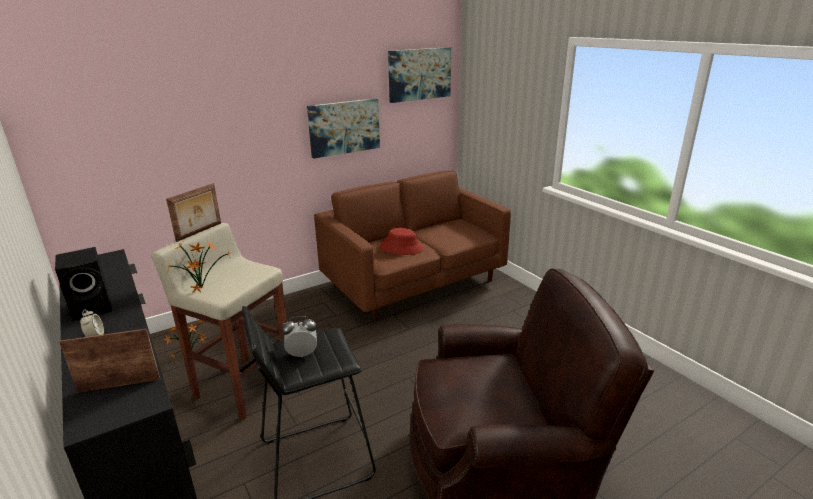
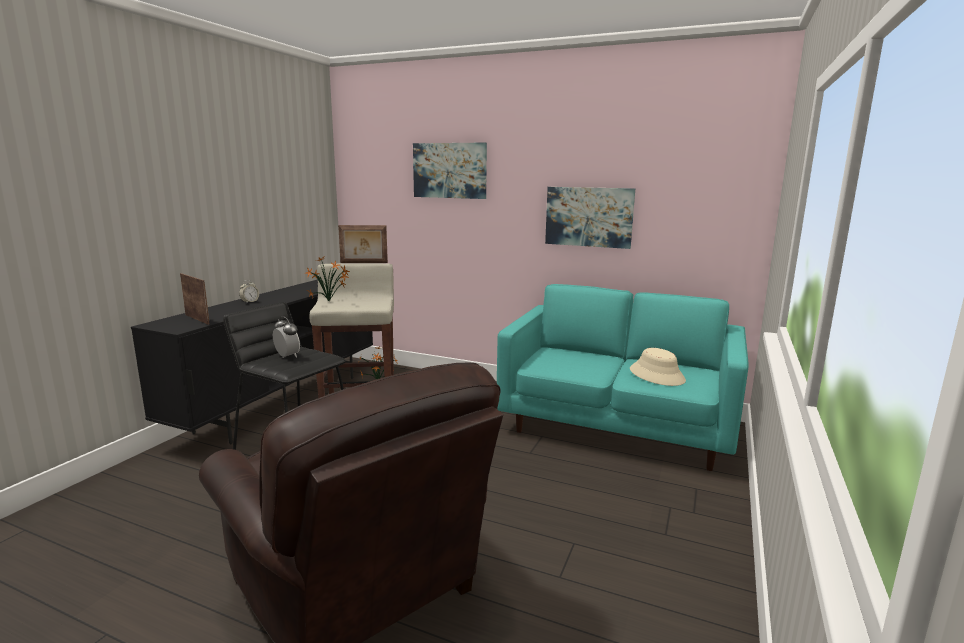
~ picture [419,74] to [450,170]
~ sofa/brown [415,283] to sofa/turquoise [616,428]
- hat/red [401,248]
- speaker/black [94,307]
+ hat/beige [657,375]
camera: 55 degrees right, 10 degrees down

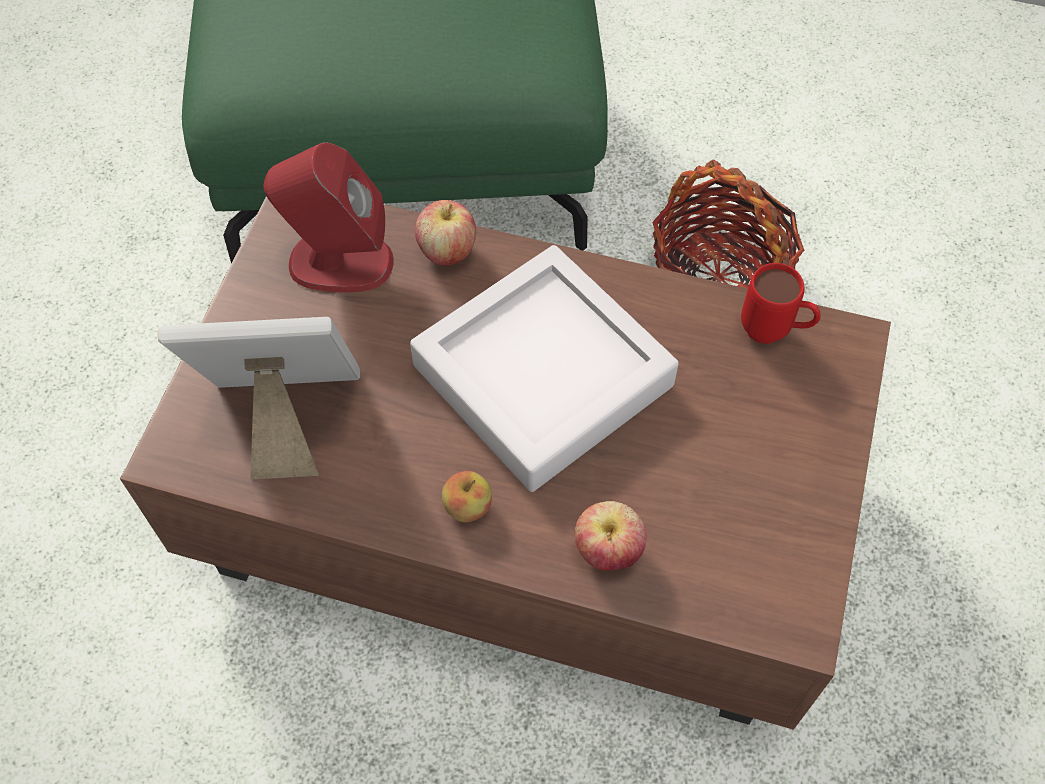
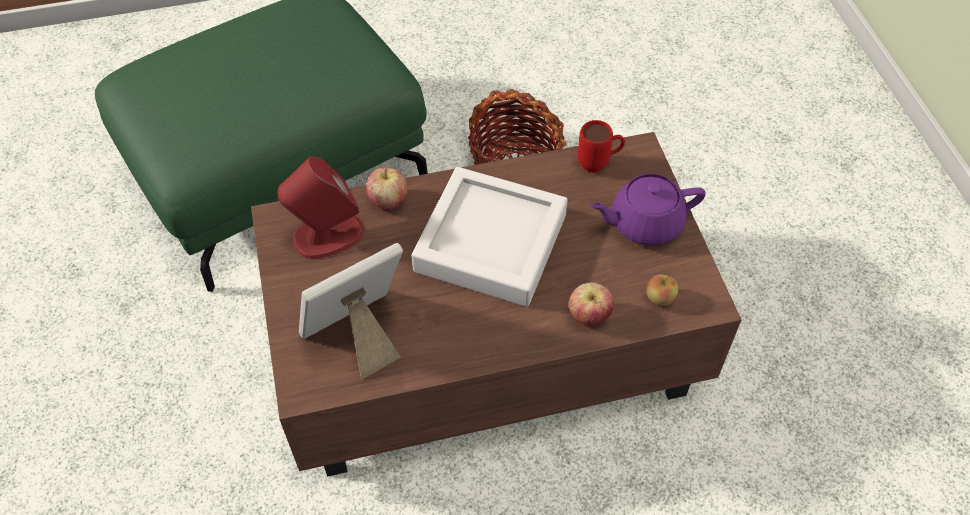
~ apple [467,507] to [659,298]
+ teapot/purple [644,223]
camera: 30 degrees left, 5 degrees down

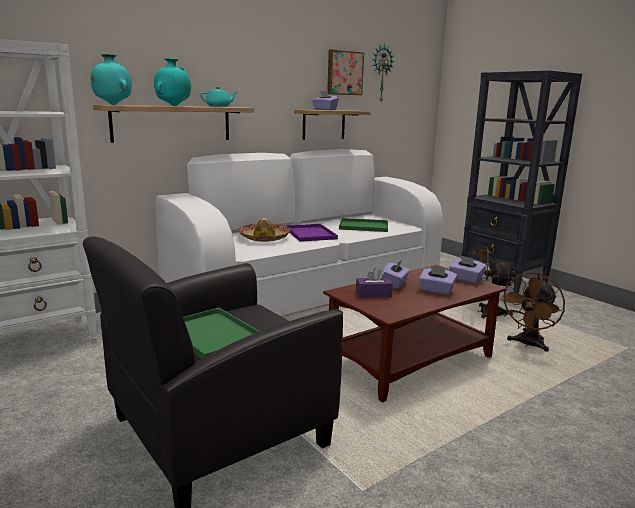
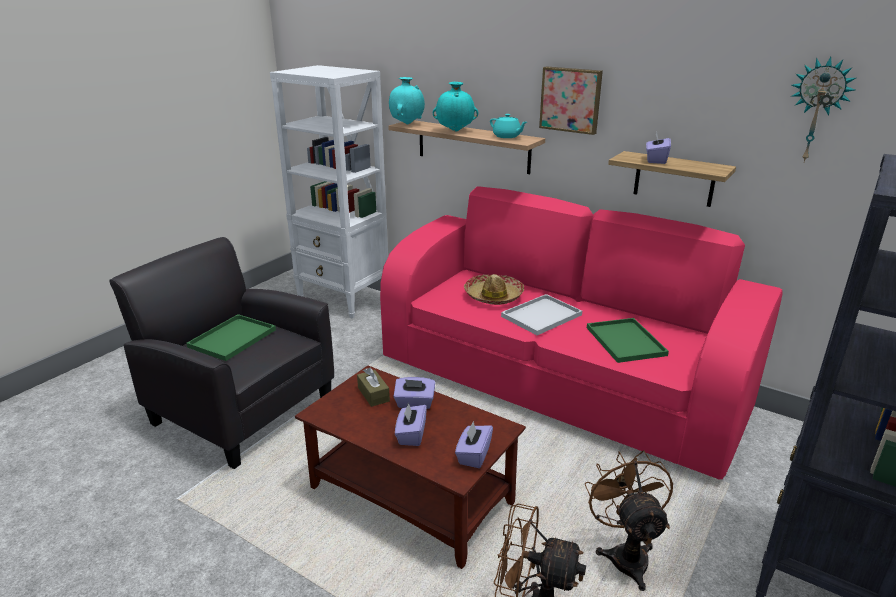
~ picture [344,73] to [571,99]
~ sofa/white [310,290] to sofa/pink [557,383]
~ tray/purple [309,233] to tray/white [542,315]
~ tissue box/purple [373,294] to tissue box/brown [373,394]
camera: 70 degrees right, 10 degrees up

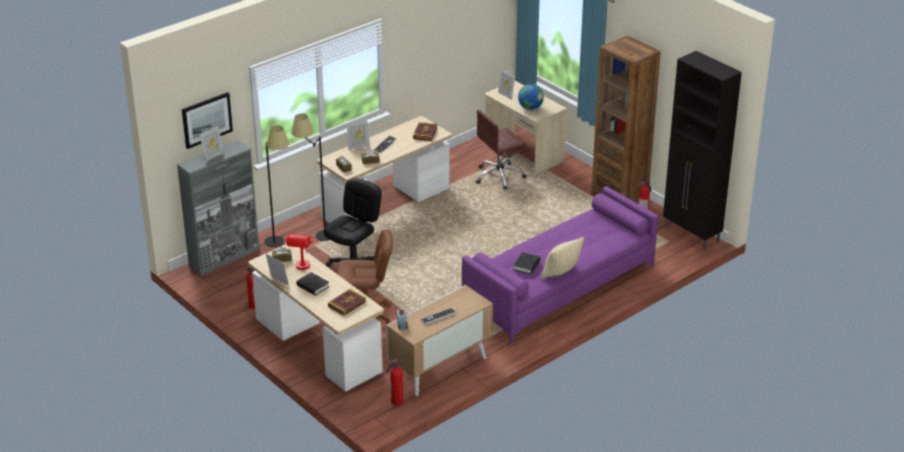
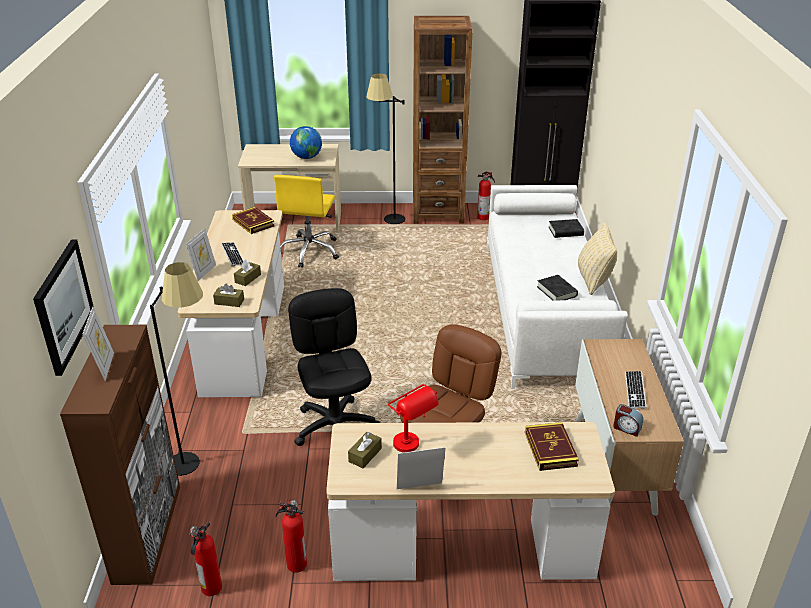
- picture frame [506,95]
~ office chair/brown [499,176] to office chair/yellow [310,251]
~ floor lamp/black [316,235] to [388,222]
~ cabinet/grey [224,257] to cabinet/brown [148,532]
~ sofa/purple [559,287] to sofa/white [543,310]
~ book/black [313,286] to [565,231]
~ fire extinguisher [396,402] to [210,589]
camera: 50 degrees left, 0 degrees up

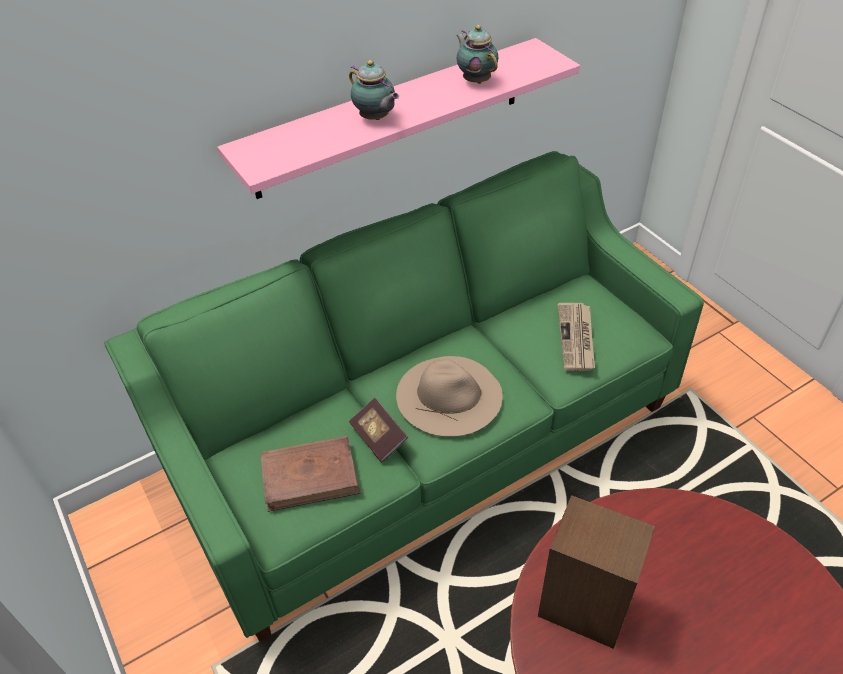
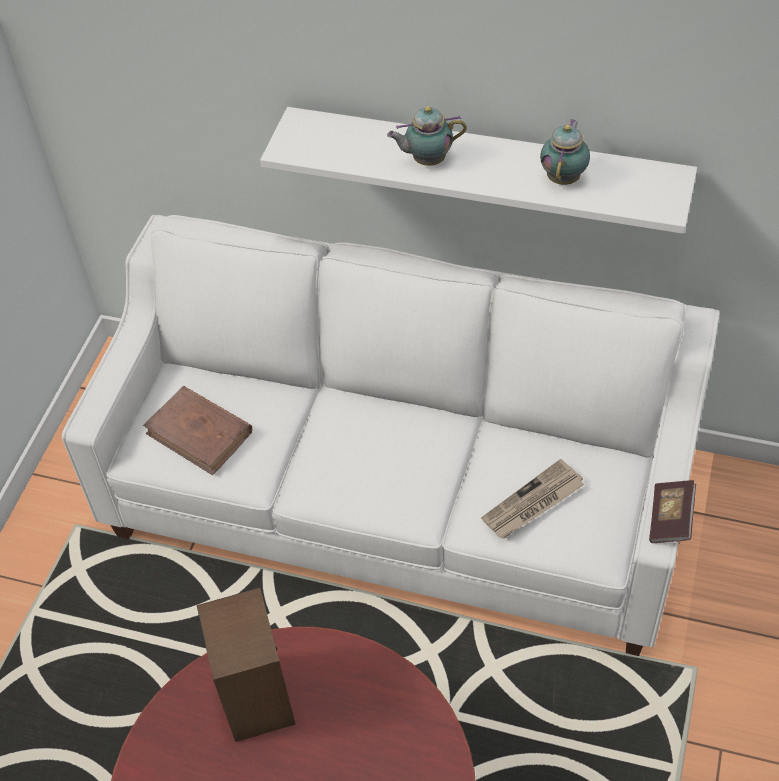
~ shelf/pink [391,118] to shelf/white [484,165]
~ teapot [375,119] = [427,160] 75 degrees clockwise
~ sofa/green [426,441] to sofa/white [400,499]
- hat/beige [449,395]
~ book [379,437] to [670,519]
camera: 50 degrees right, 5 degrees up

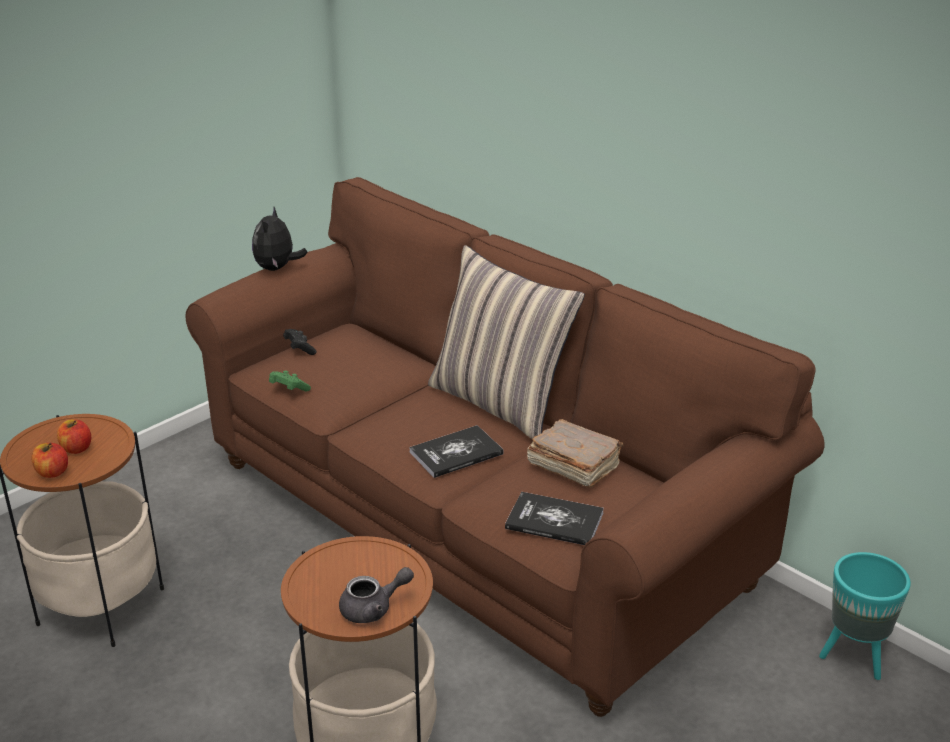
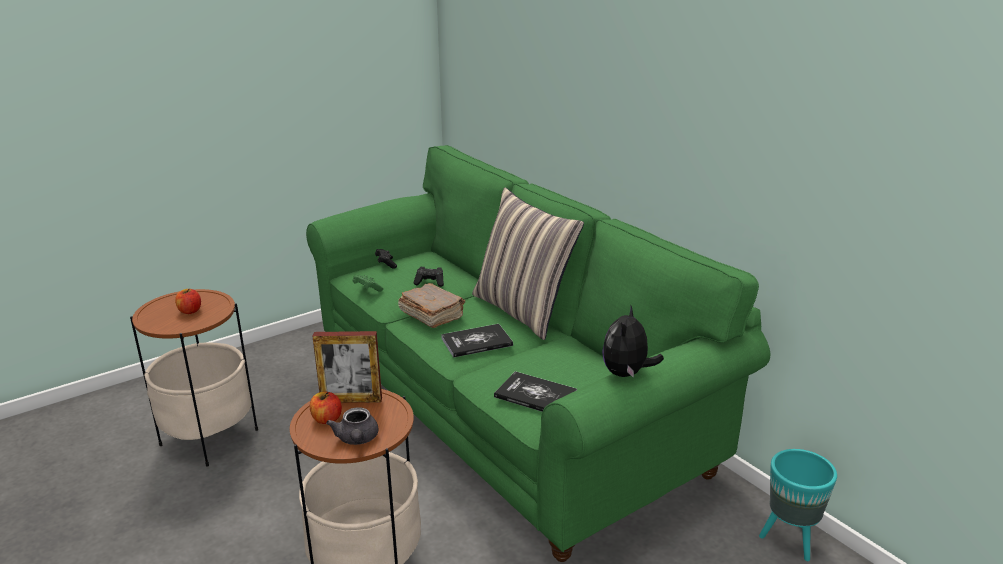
~ sofa/brown [475,525] to sofa/green [502,408]
~ plush toy [277,268] to [627,374]
~ book/brown [573,466] to [431,315]
~ apple [52,472] to [326,419]
~ teapot/grey [373,609] = [357,439] 90 degrees clockwise
+ game controller/black [430,282]
+ picture frame [351,400]
camera: 10 degrees right, 5 degrees down

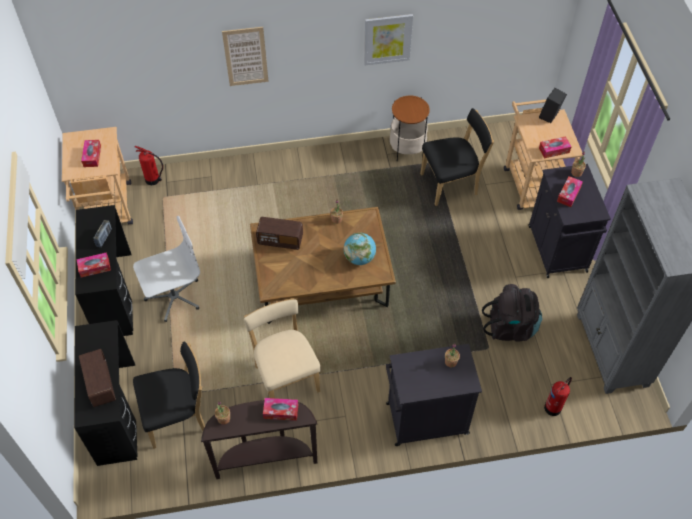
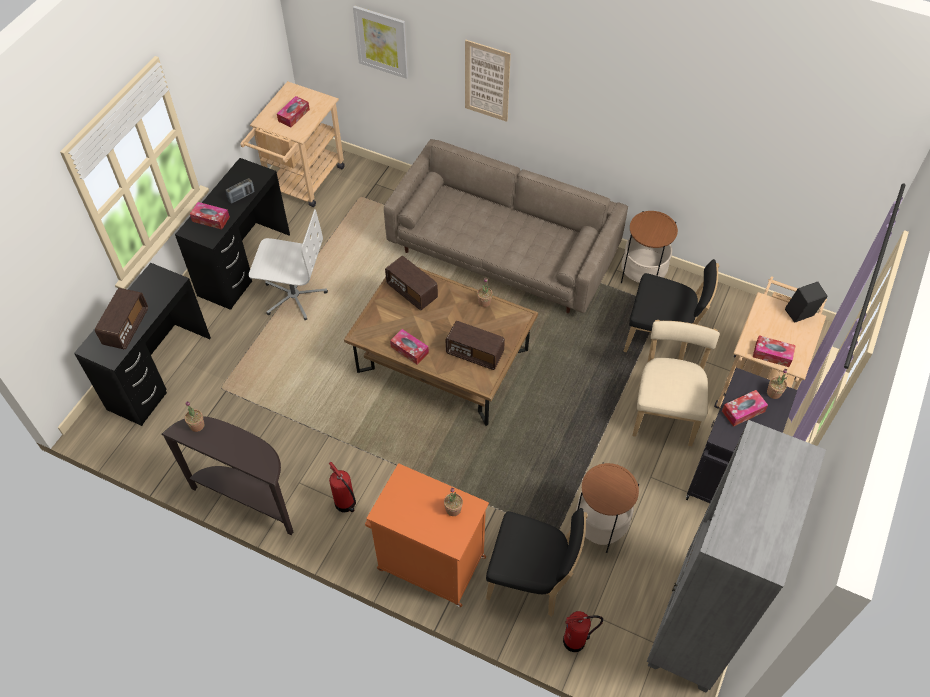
~ picture [387,39] to [381,41]
~ fire extinguisher [153,180] to [345,504]
~ globe [359,258] to radio [475,353]
~ backpack/black [510,327] to side table [599,526]
~ chair/beige [285,376] to [665,412]
~ chair/black [178,417] to [531,580]
~ cabinet/black [425,419] to cabinet/orange [429,562]
~ tissue box [281,411] to [409,350]
+ sofa/beige [503,251]
camera: 35 degrees right, 0 degrees up

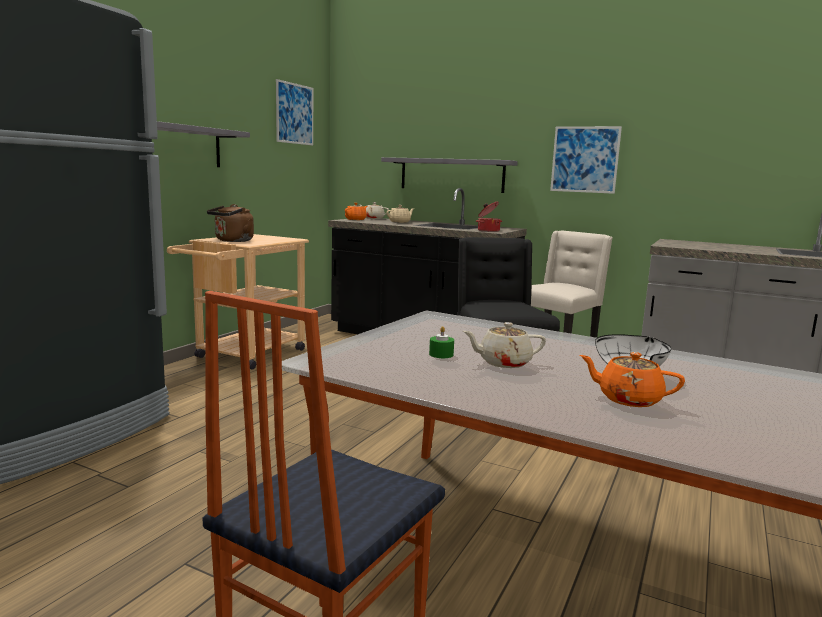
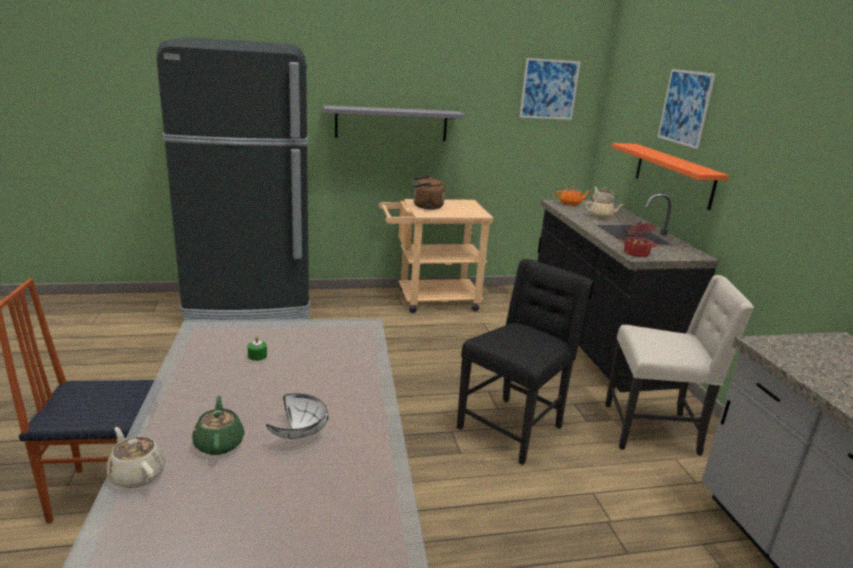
~ picture [585,159] to [685,107]
~ shelf/grey [451,175] to shelf/orange [673,175]
~ teapot/beige [503,363] to [137,474]
~ teapot/orange [628,399] to teapot/green [219,443]
camera: 50 degrees right, 10 degrees up

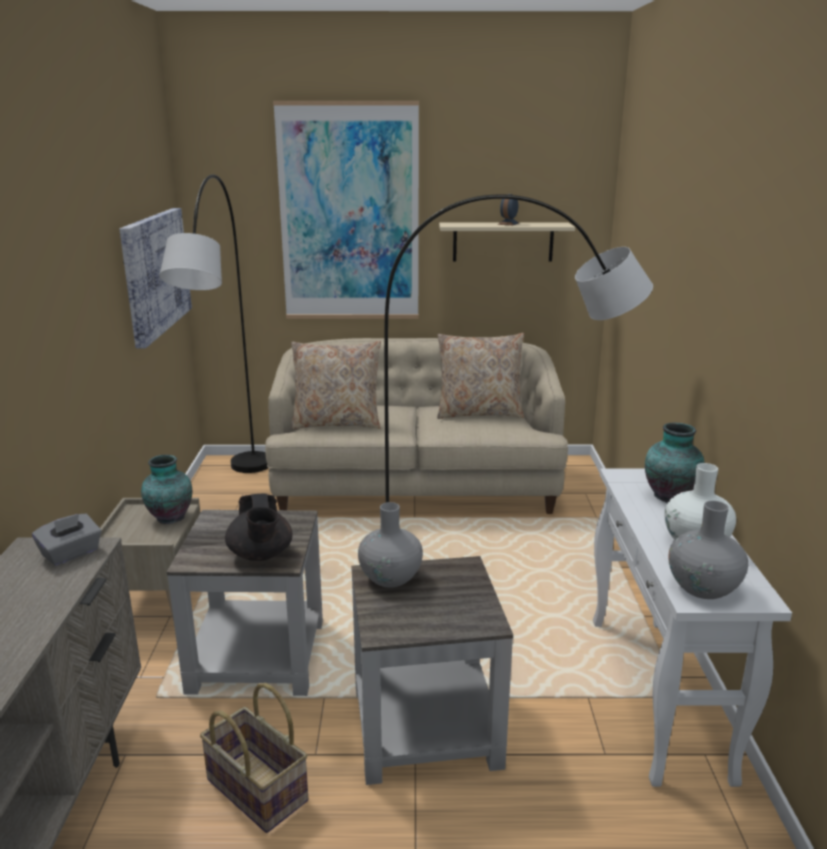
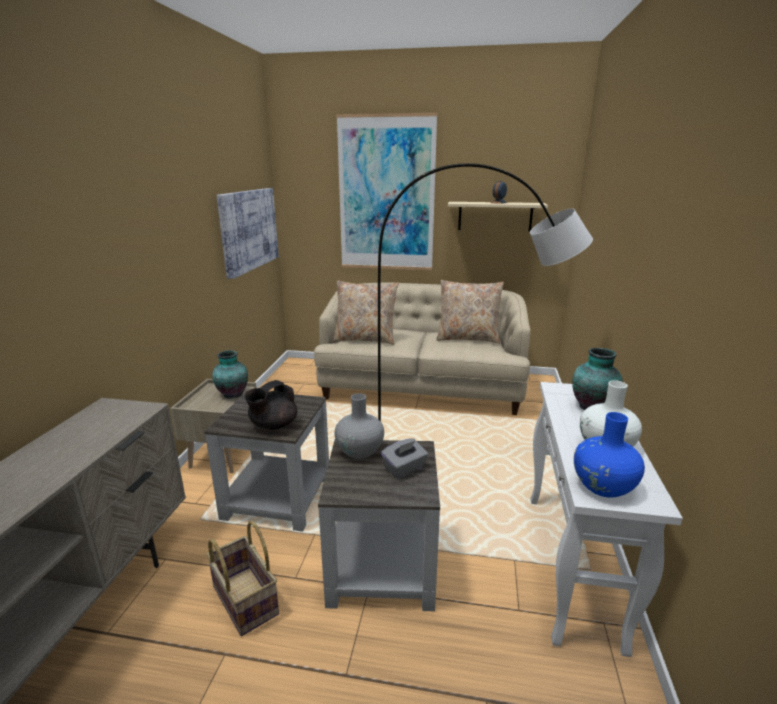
- floor lamp/grey [235,499]
~ teapot/black [260,555] = [273,425] 45 degrees clockwise
~ vase/grey [703,588] to vase/blue [603,486]
~ tissue box/grey [71,554] to [404,468]
camera: 10 degrees right, 0 degrees up

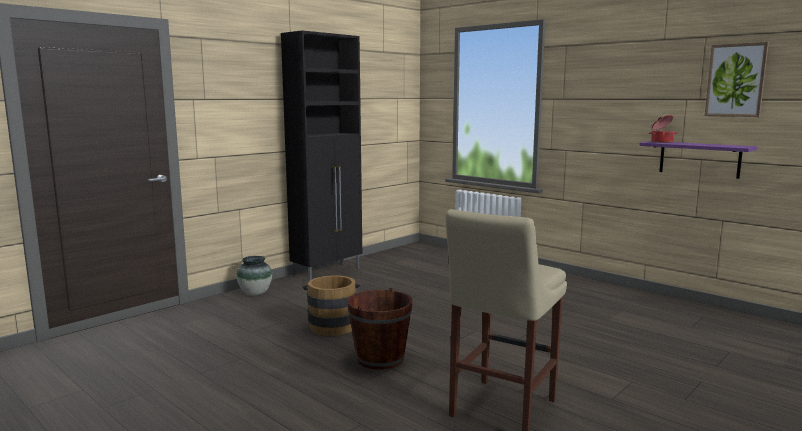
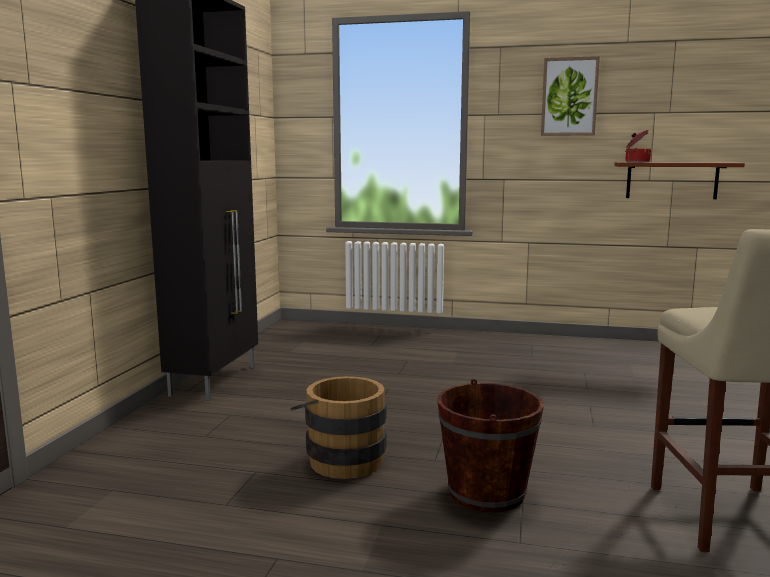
~ picture [736,80] to [569,97]
~ shelf/purple [699,159] to shelf/brown [672,180]
- vase [255,293]
camera: 30 degrees left, 0 degrees up

